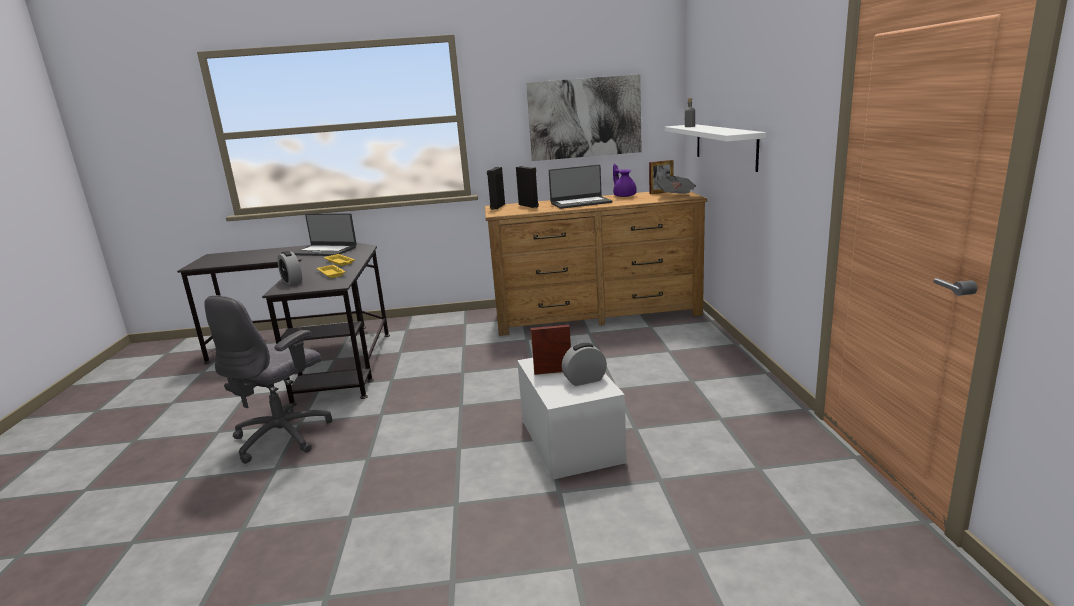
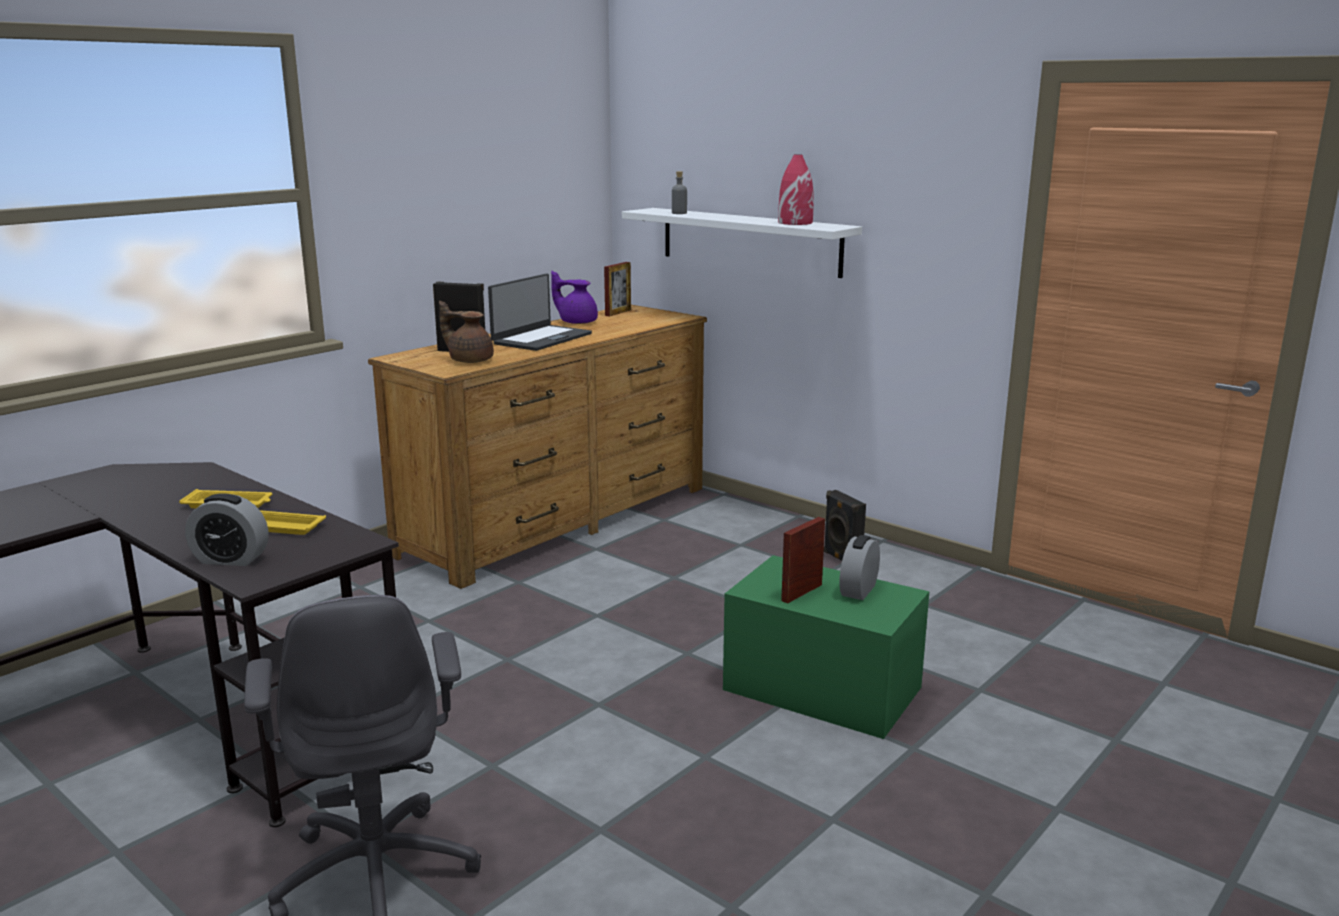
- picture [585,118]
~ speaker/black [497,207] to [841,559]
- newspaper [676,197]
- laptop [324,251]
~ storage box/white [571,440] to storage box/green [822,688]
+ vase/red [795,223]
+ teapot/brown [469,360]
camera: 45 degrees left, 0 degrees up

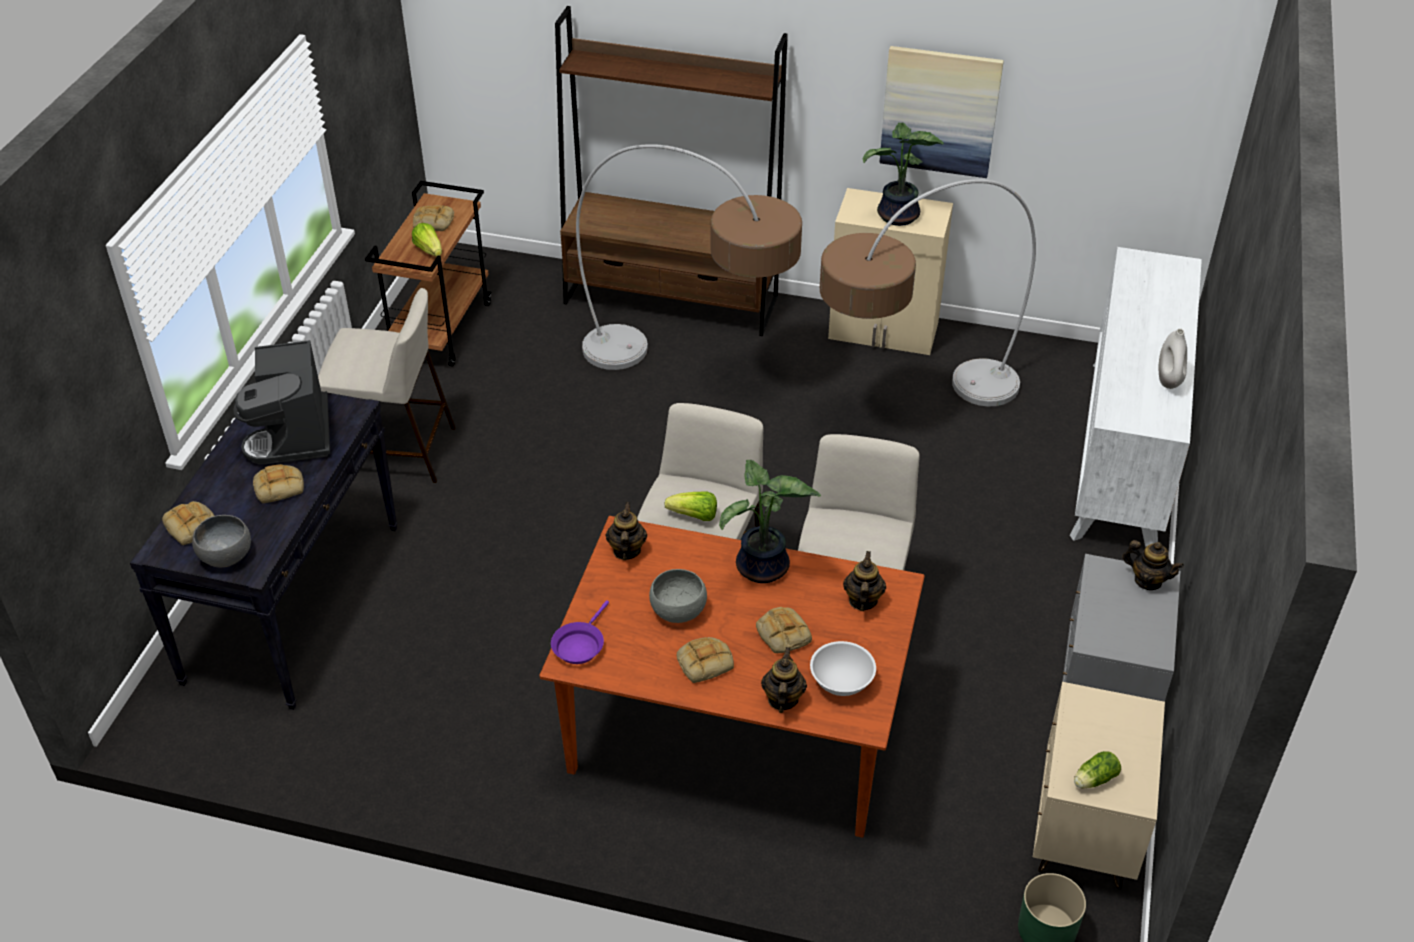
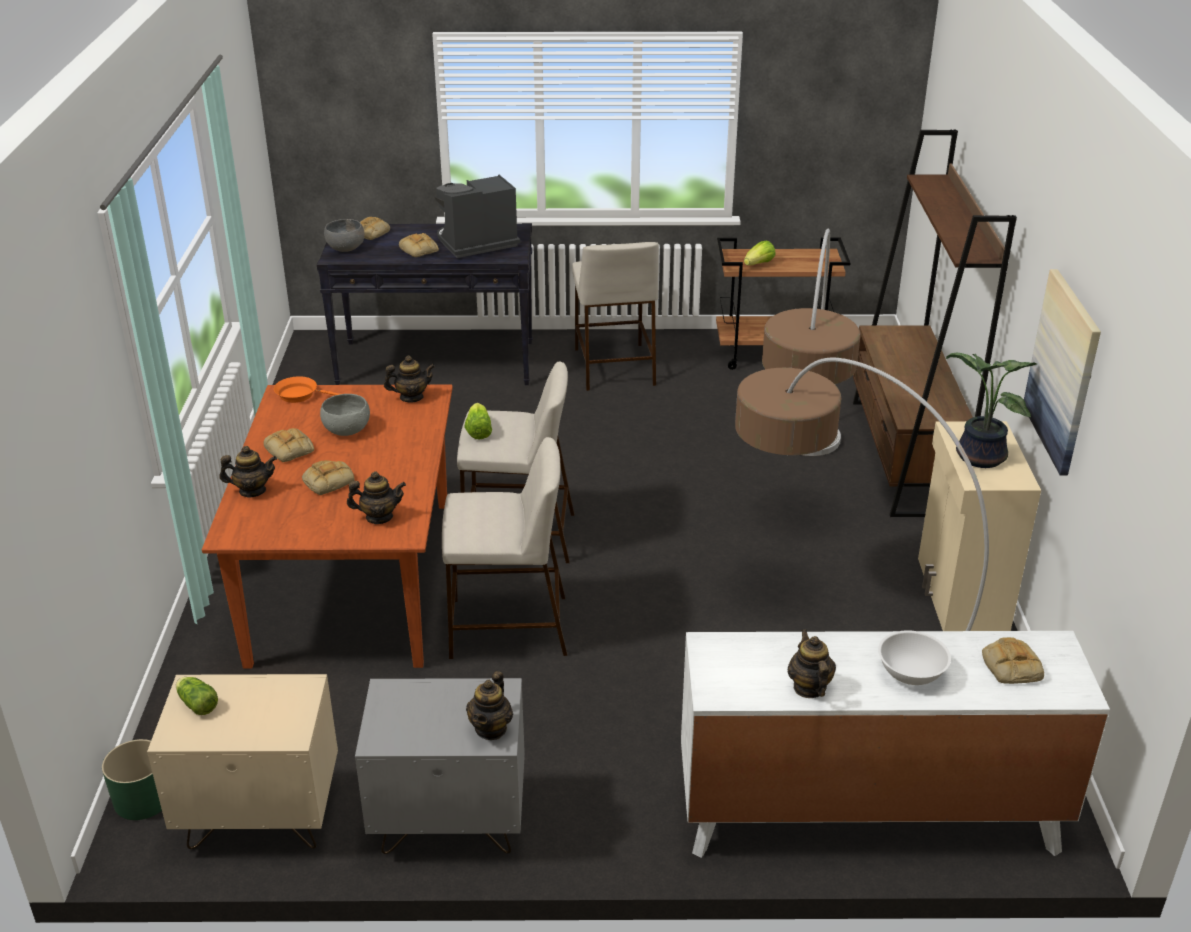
~ bread [433,222] to [1010,666]
~ vase/white [1168,380] to teapot [809,688]
- potted plant [763,570]
~ frying pan/purple [580,645] to frying pan/orange [300,395]
~ bowl/white [841,681] to [911,673]
camera: 75 degrees right, 10 degrees down

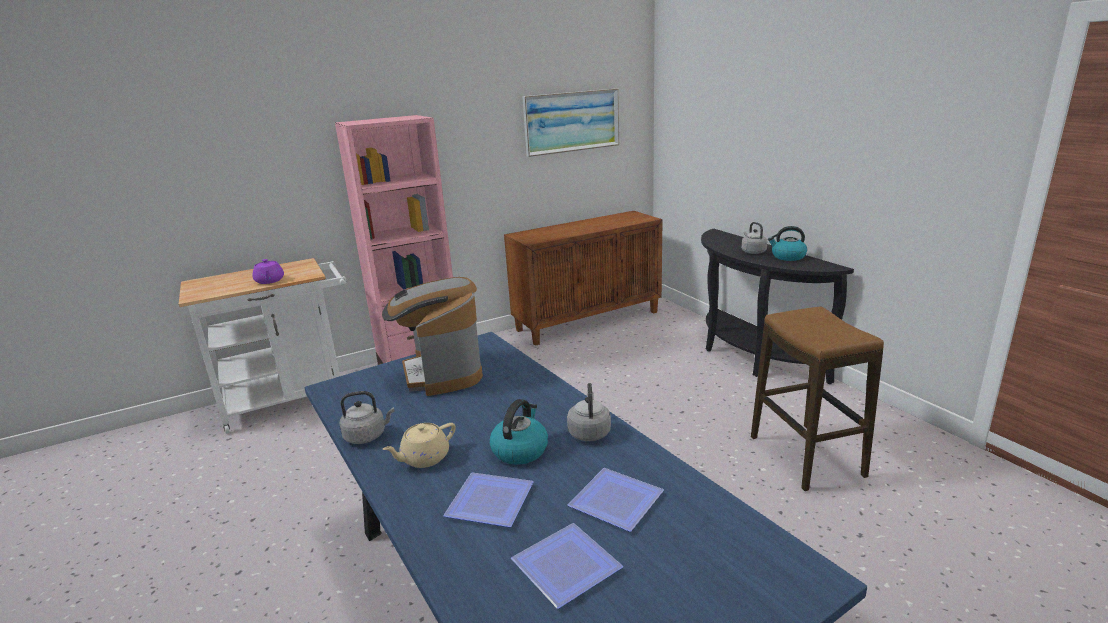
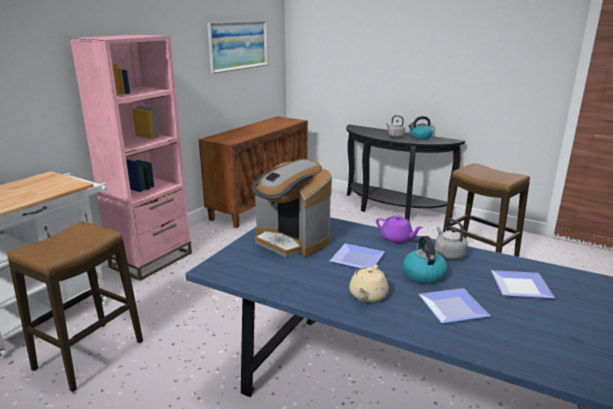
~ teapot/purple [269,281] to [397,239]
- kettle/grey [367,436]
~ plate [570,567] to [359,259]
+ stool [89,355]
camera: 30 degrees left, 0 degrees up

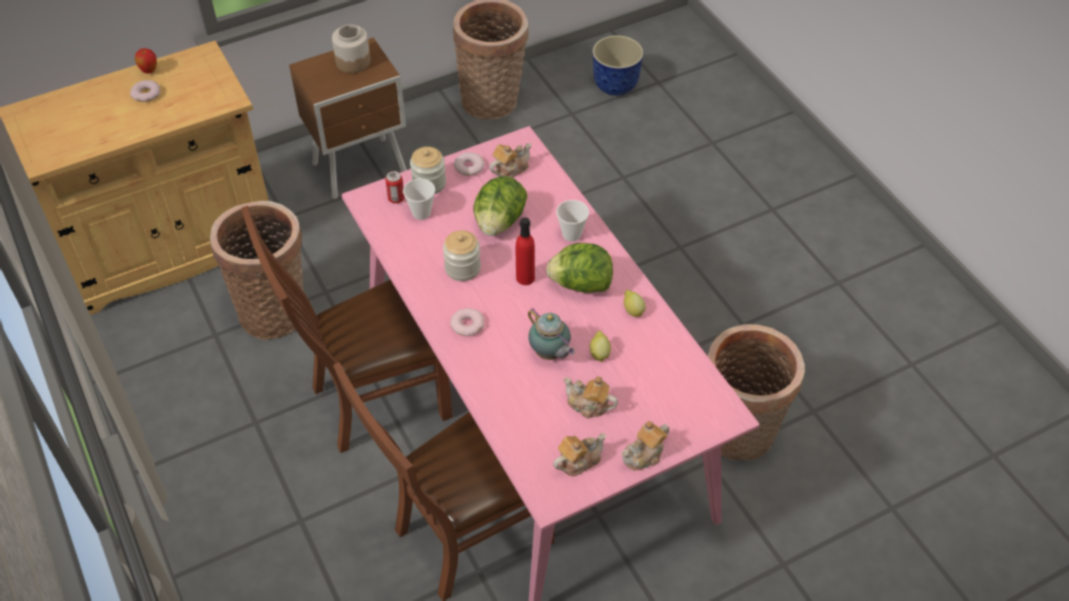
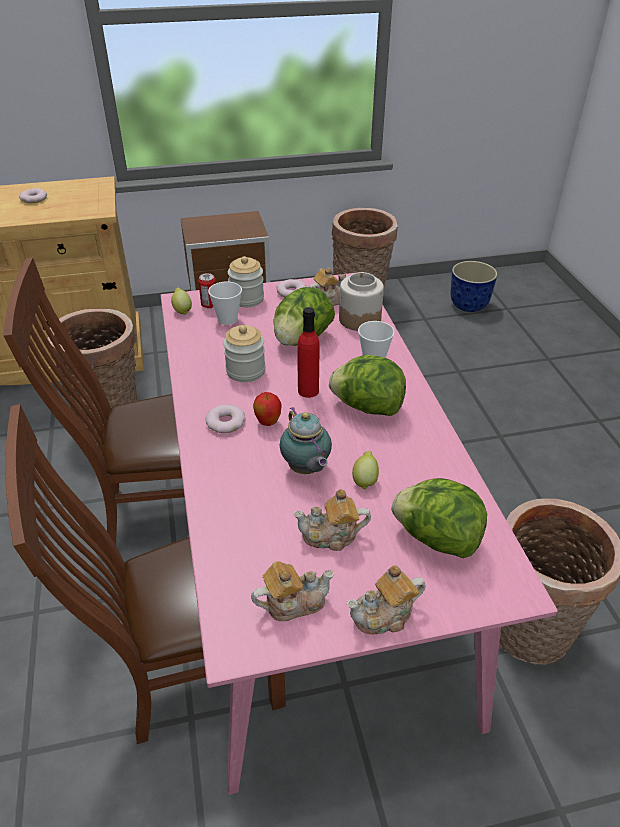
~ jar [353,61] to [359,319]
~ apple [149,71] to [268,422]
~ lemon [632,311] to [182,310]
~ teapot [588,405] = [331,536] 45 degrees counterclockwise
+ lettuce [436,538]
camera: 15 degrees right, 10 degrees down

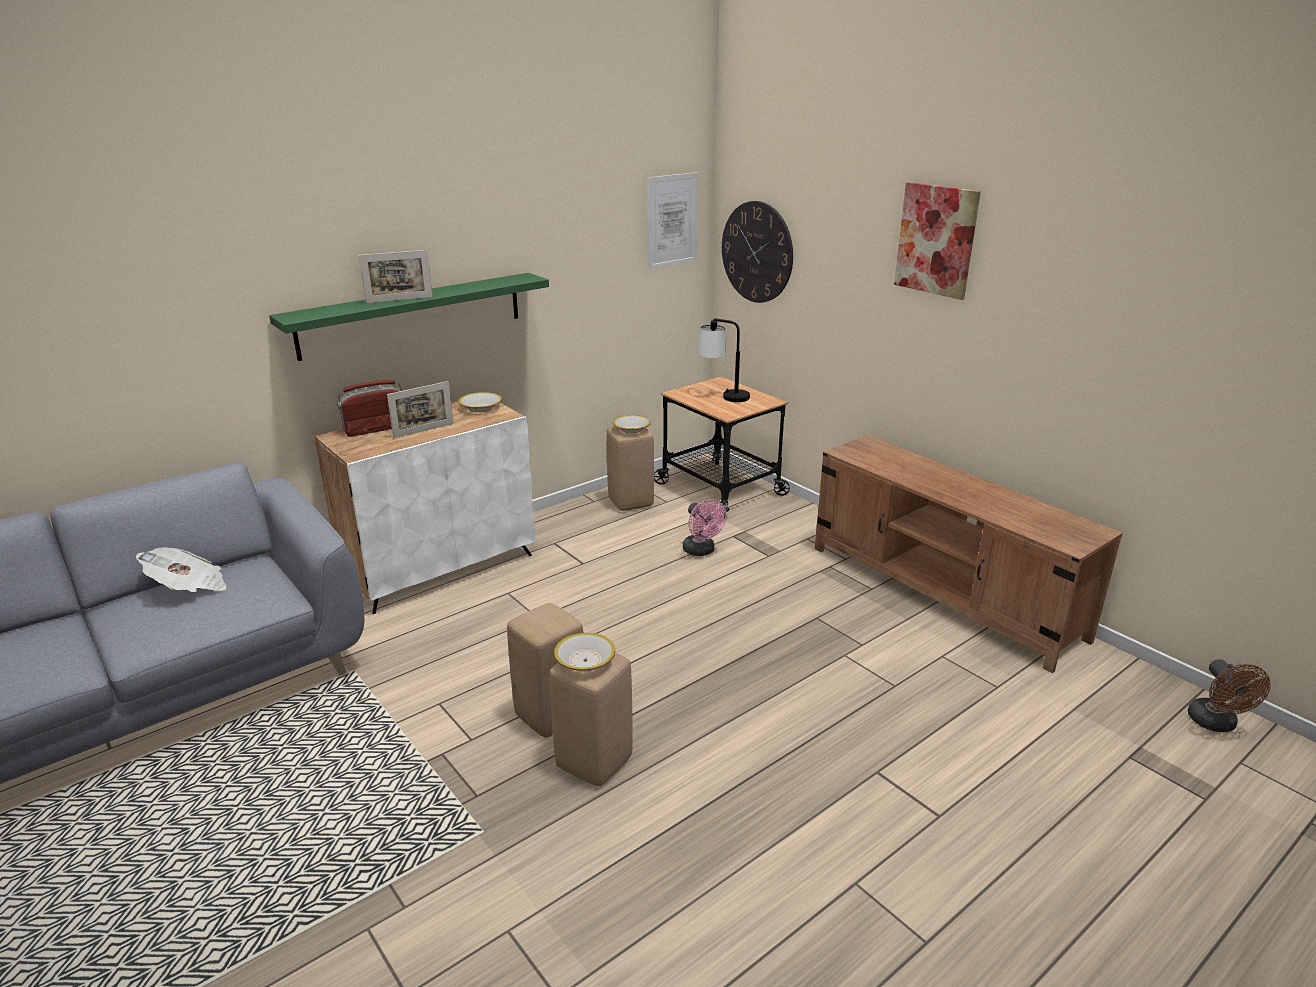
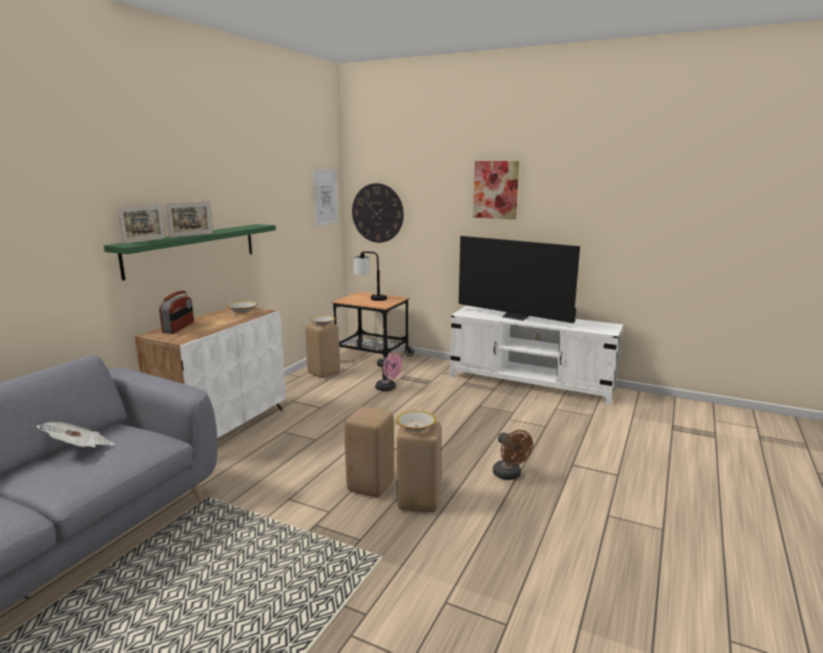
~ radio [375,429] = [179,328] 150 degrees clockwise
~ picture frame [423,431] to [144,241]
~ tv stand/brown [942,592] to tv stand/white [531,382]
~ fan/brown [1216,724] to [509,475]
+ television [516,317]
camera: 25 degrees left, 10 degrees down

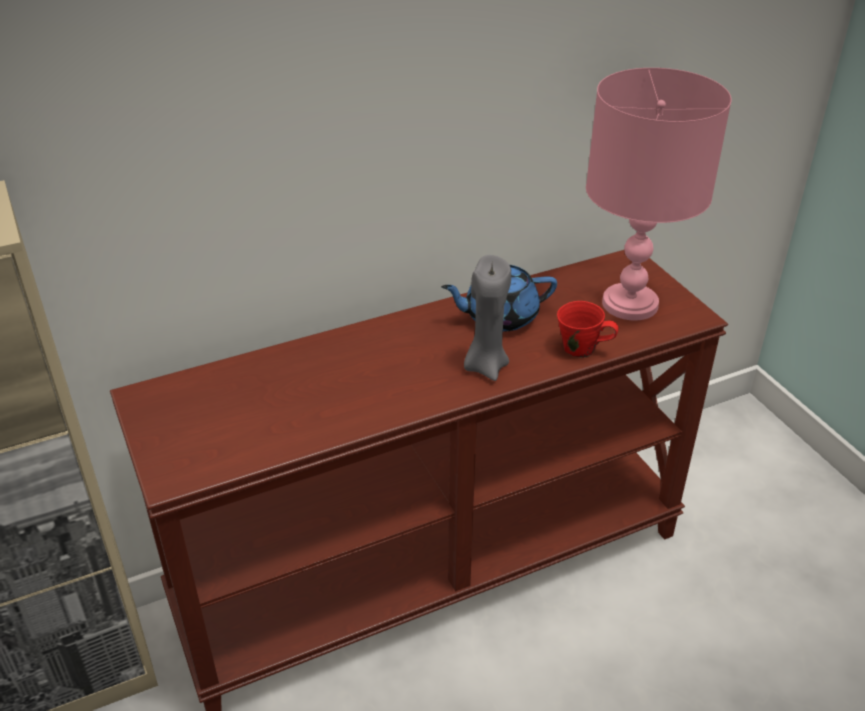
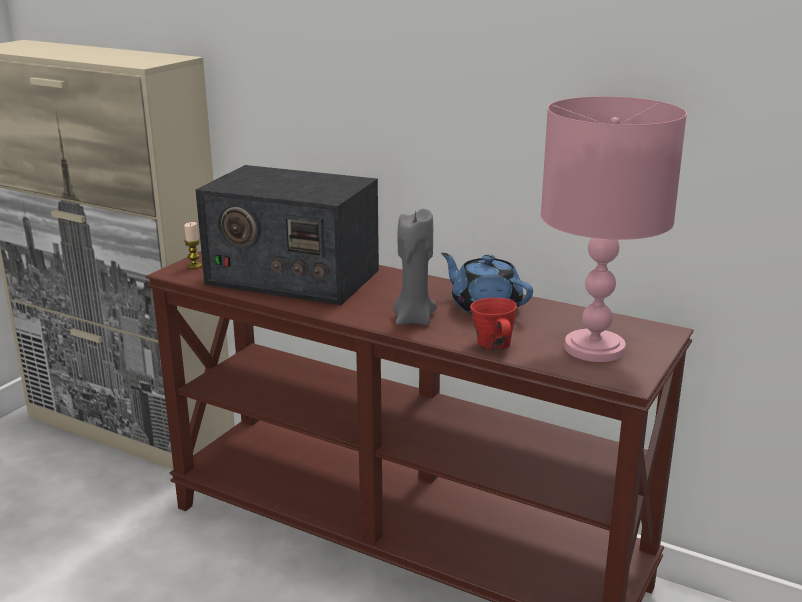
+ radio [291,277]
+ candle [194,266]
camera: 55 degrees right, 15 degrees down

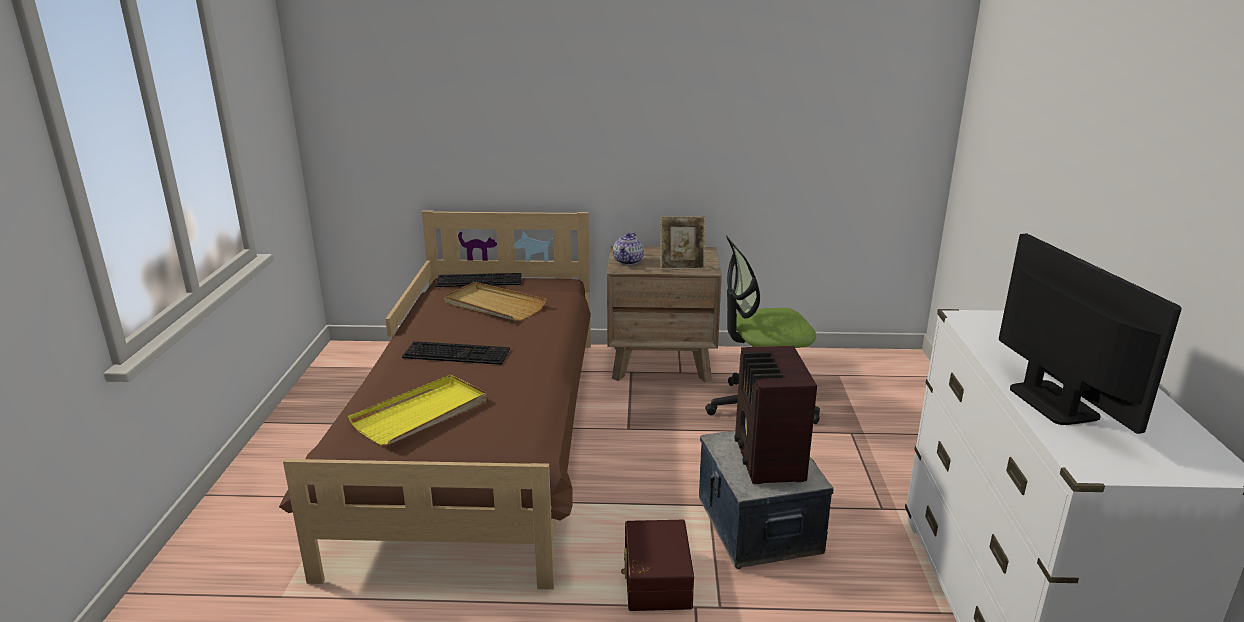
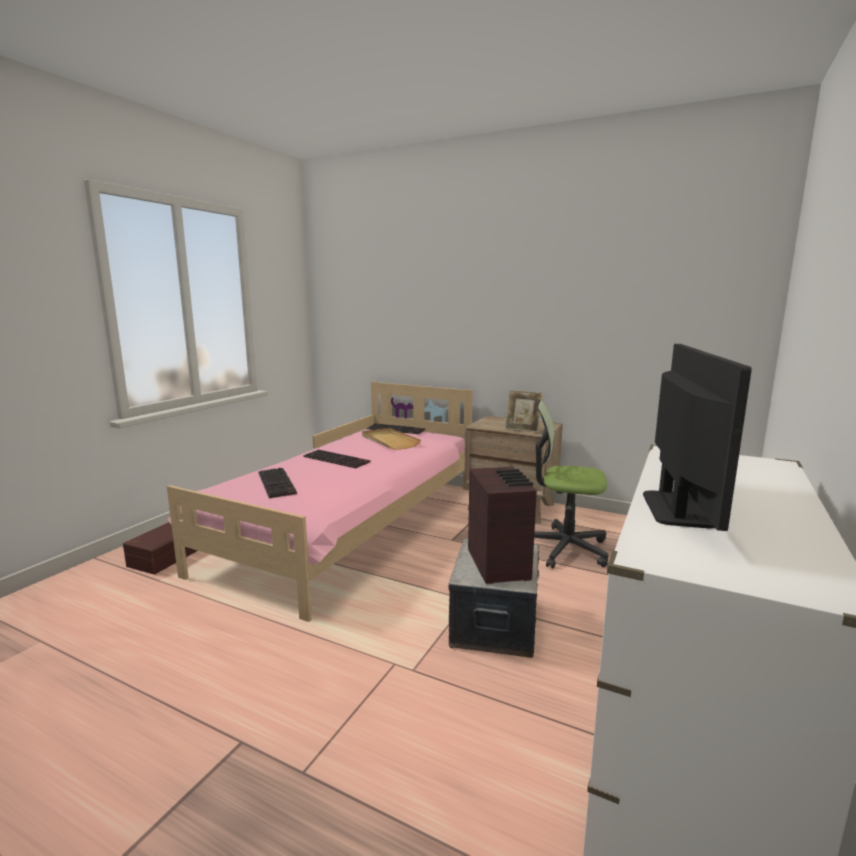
~ bed/brown [482,439] to bed/pink [352,526]
- teapot [628,261]
~ radio [768,460] = [499,563] 150 degrees clockwise
~ tray/yellow [422,414] to keyboard [278,483]
~ storage box/brown [655,579] to [162,558]
camera: 25 degrees right, 10 degrees down

